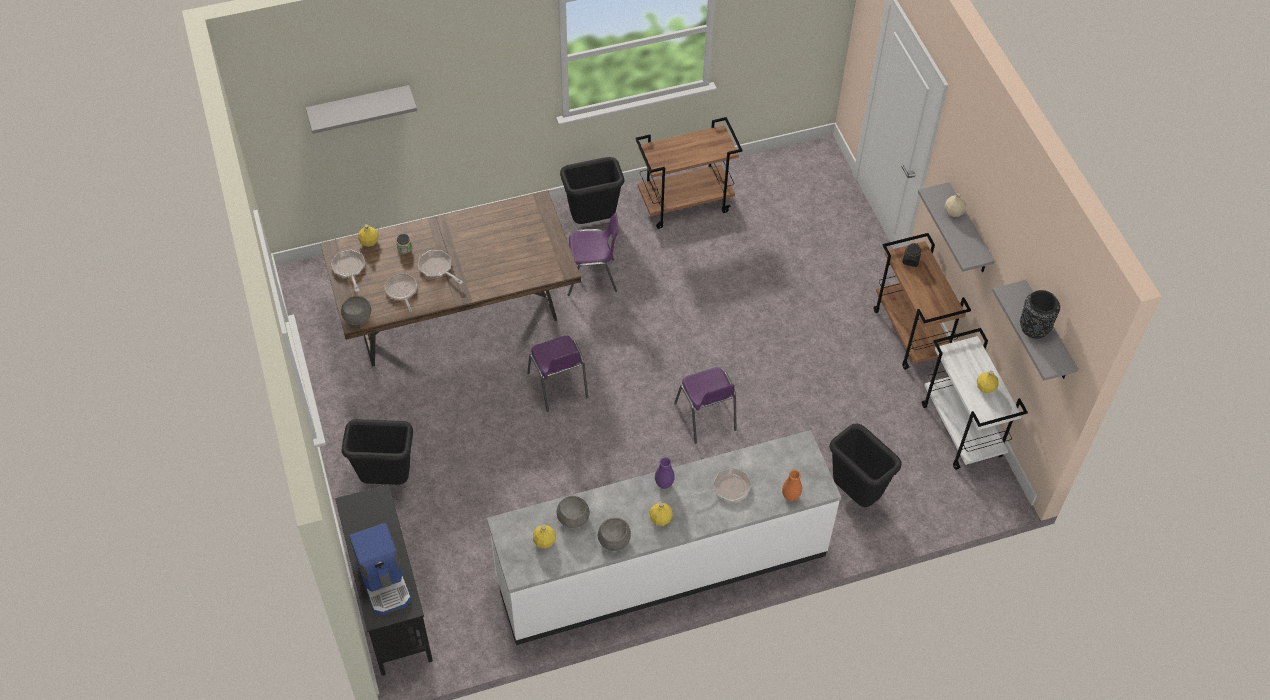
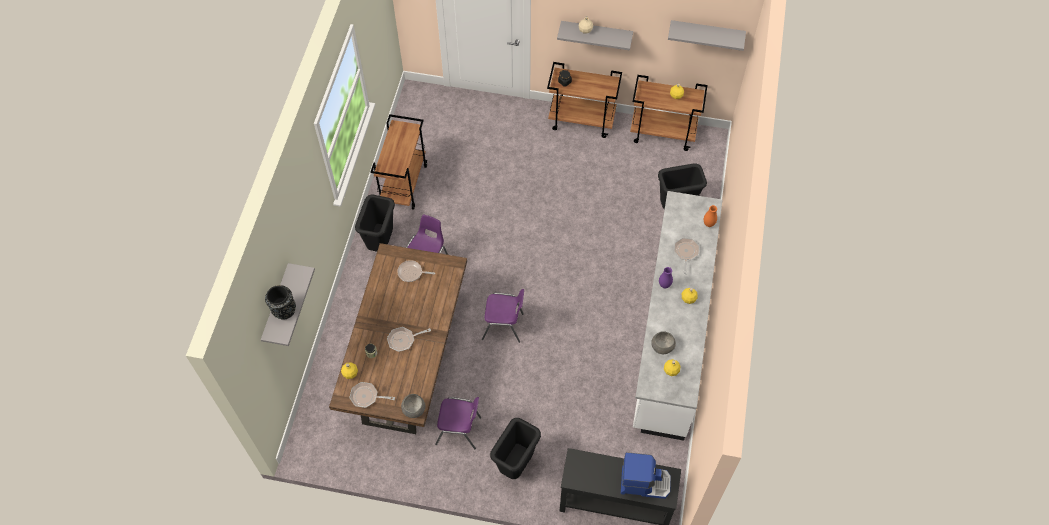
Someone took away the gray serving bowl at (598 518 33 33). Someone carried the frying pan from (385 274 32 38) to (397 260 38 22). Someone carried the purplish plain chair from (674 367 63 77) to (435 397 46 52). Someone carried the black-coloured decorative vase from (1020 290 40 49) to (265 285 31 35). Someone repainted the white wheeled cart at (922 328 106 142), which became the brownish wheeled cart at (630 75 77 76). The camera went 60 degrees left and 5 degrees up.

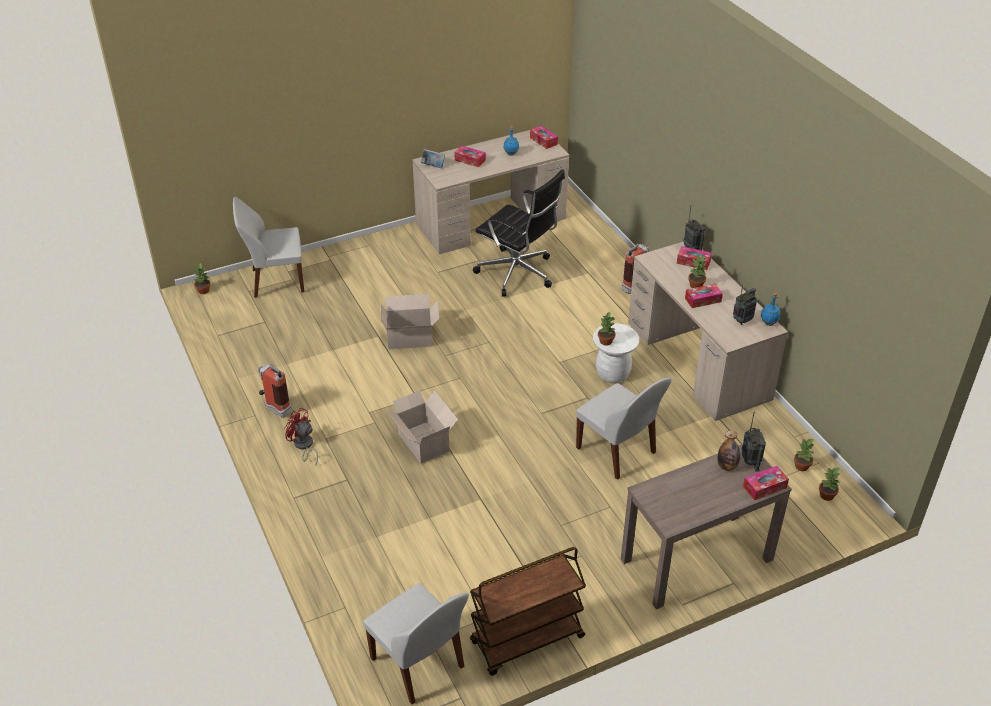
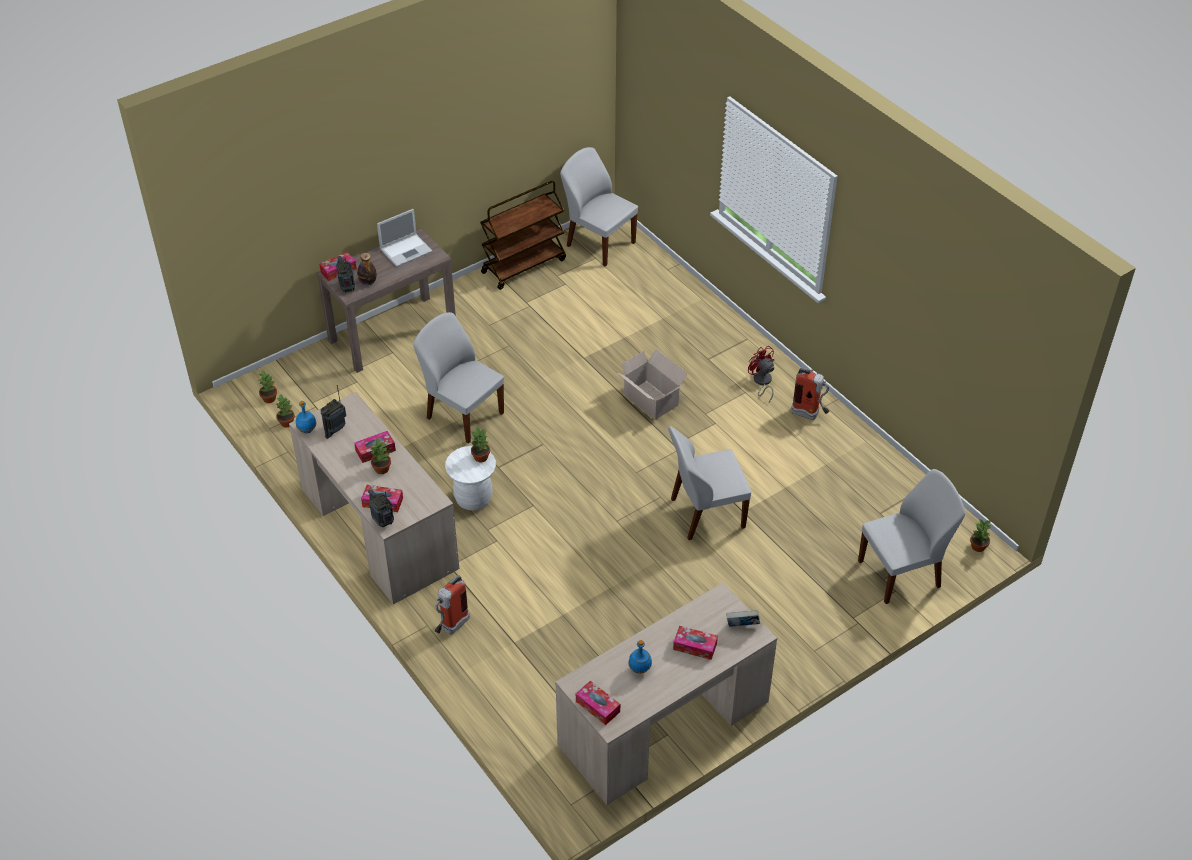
Someone took away the black-coloured office chair at (473 169 92 128). Someone put down the laptop at (377 209 56 58). Someone swapped the carton at (381 294 58 55) for the white plain chair at (668 426 83 114). Someone rotated the reddish cooling fan at (284 407 34 59) by 150 degrees counterclockwise. The camera went 170 degrees right and 5 degrees up.

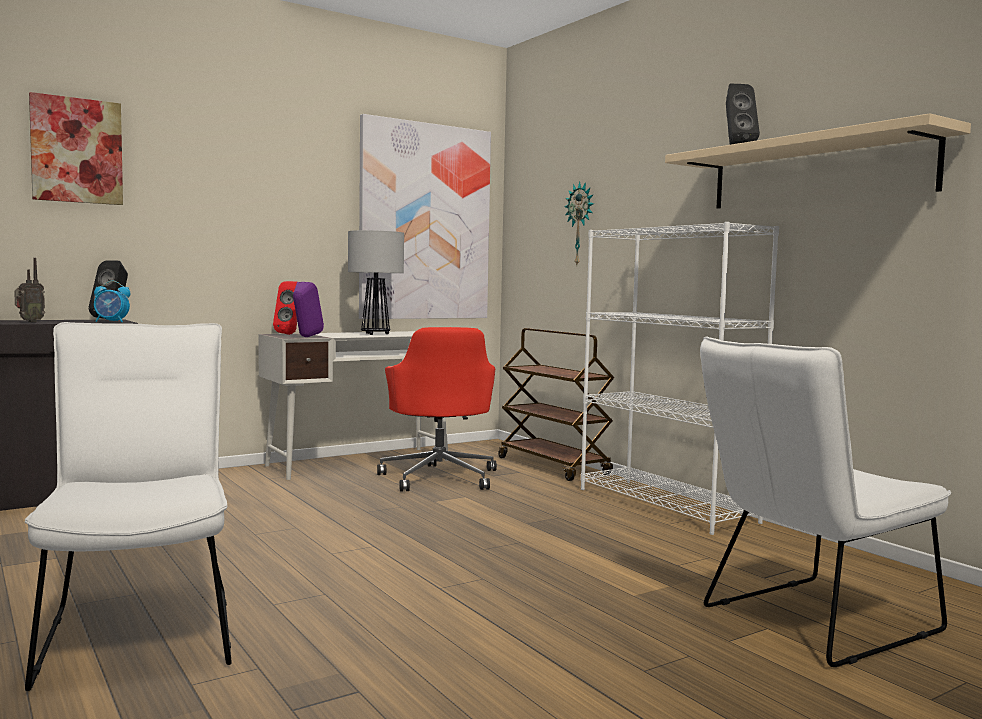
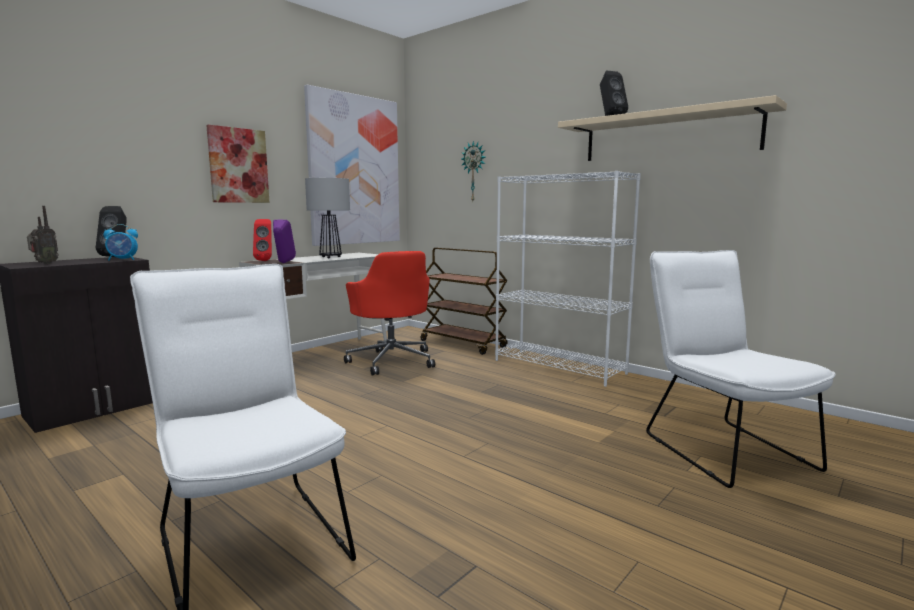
Someone carried the wall art from (29 92 94 113) to (206 125 64 78). Someone rotated the white plain chair at (700 336 251 331) by 120 degrees clockwise. The camera went 15 degrees left and 5 degrees up.

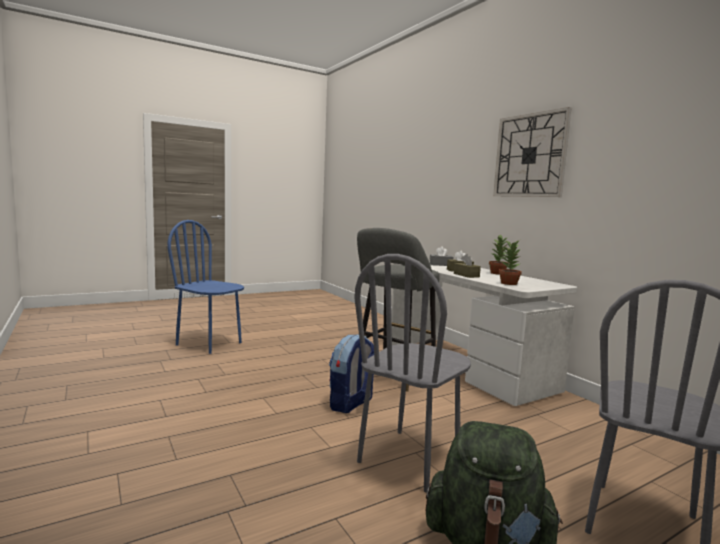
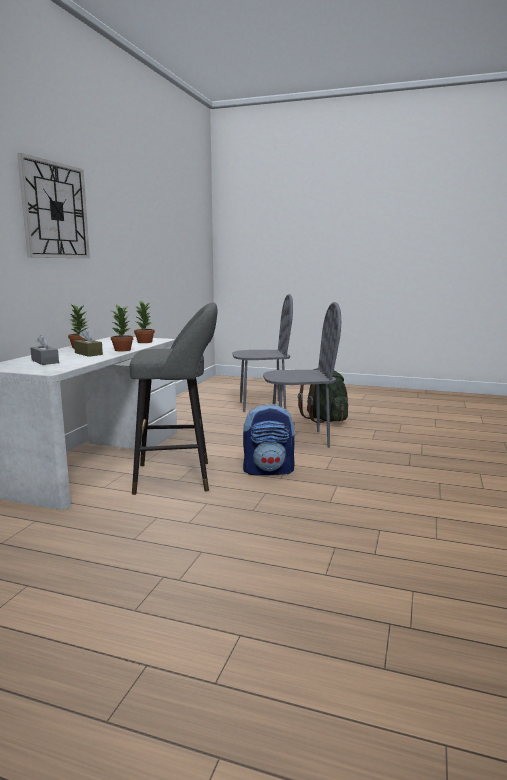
Someone took away the bluish plain chair at (167 220 77 134). Someone swapped the brownish box of tissues at (454 254 27 24) for the houseplant at (110 304 23 47). The camera went 130 degrees left and 5 degrees up.

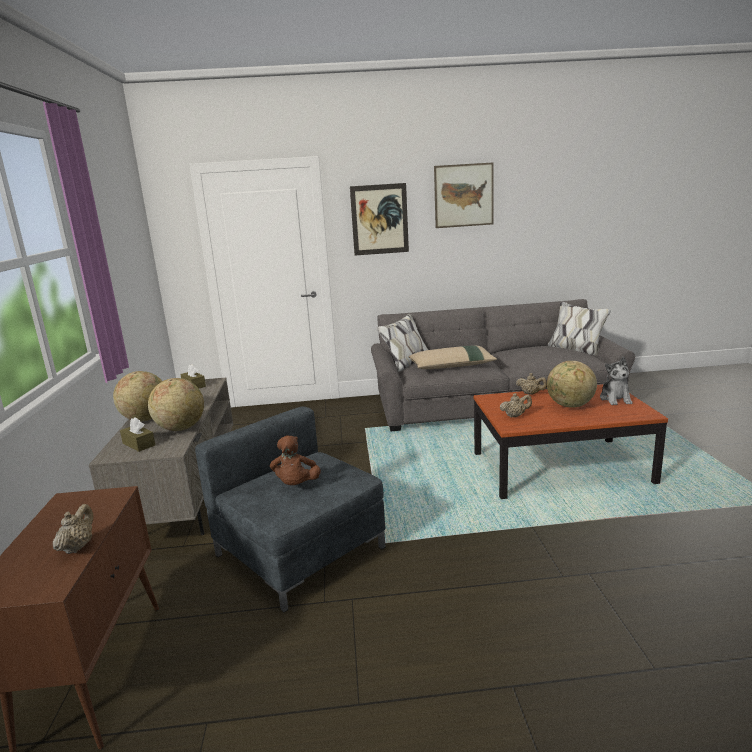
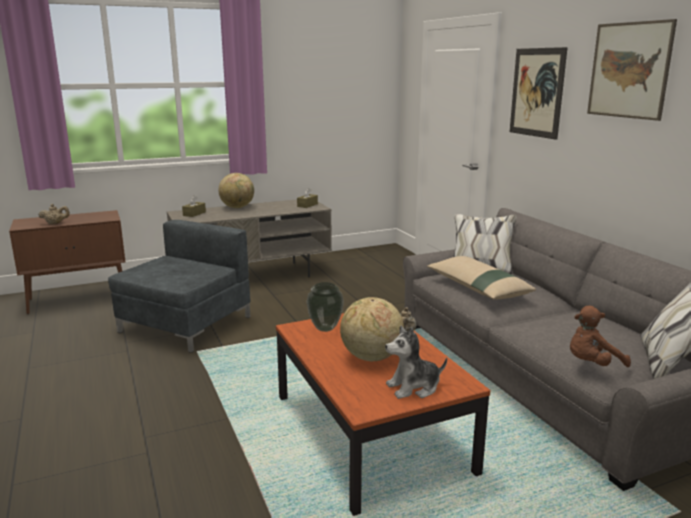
Someone took away the desk globe at (148 378 56 53). Someone carried the brownish cuddly toy from (270 435 51 50) to (570 306 61 61). Someone swapped the sand-coloured pot for tea at (500 393 32 24) for the decorative vase at (307 282 37 50). The camera went 70 degrees right and 0 degrees up.

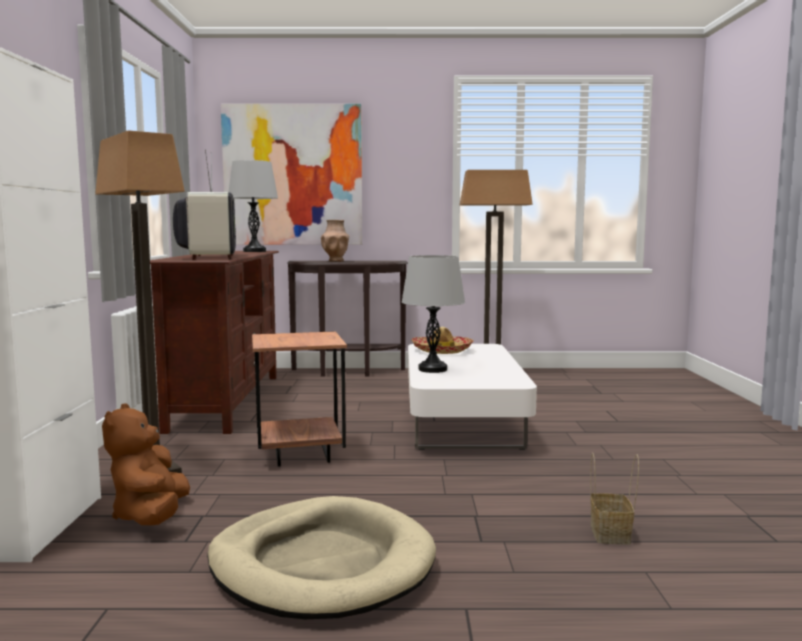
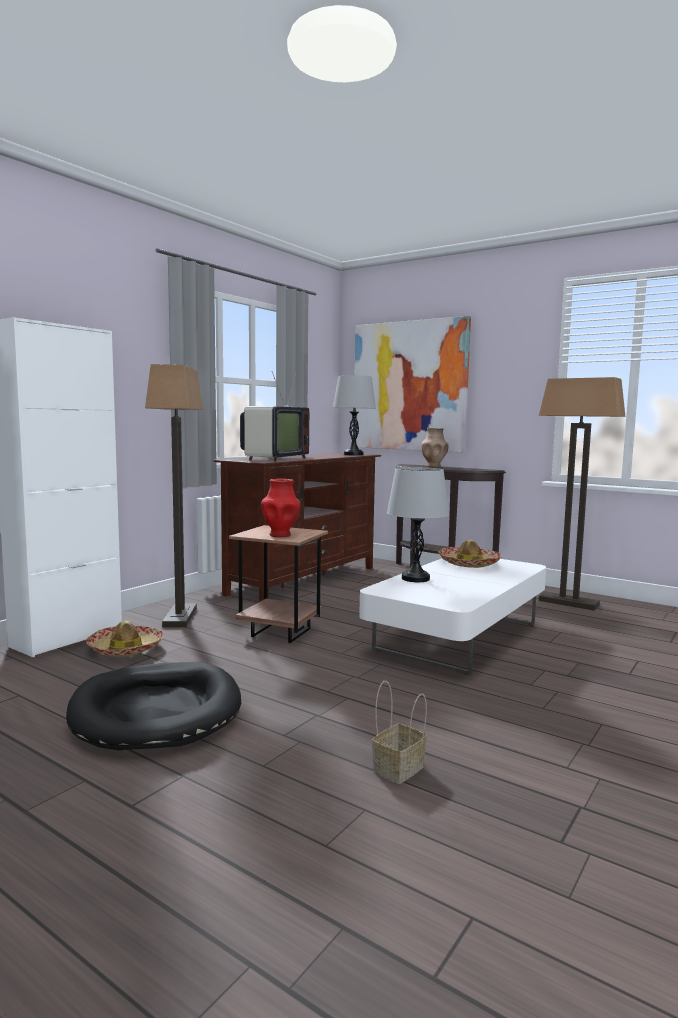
Someone put down the reddish decorative vase at (261 479 39 58). Someone swapped the brownish cuddly toy at (102 403 88 122) for the clothing hat at (86 621 77 36). Someone repainted the sand-coloured dog cushion at (207 496 229 123), which became the black-coloured dog cushion at (66 662 175 89). The camera went 35 degrees right and 0 degrees up.

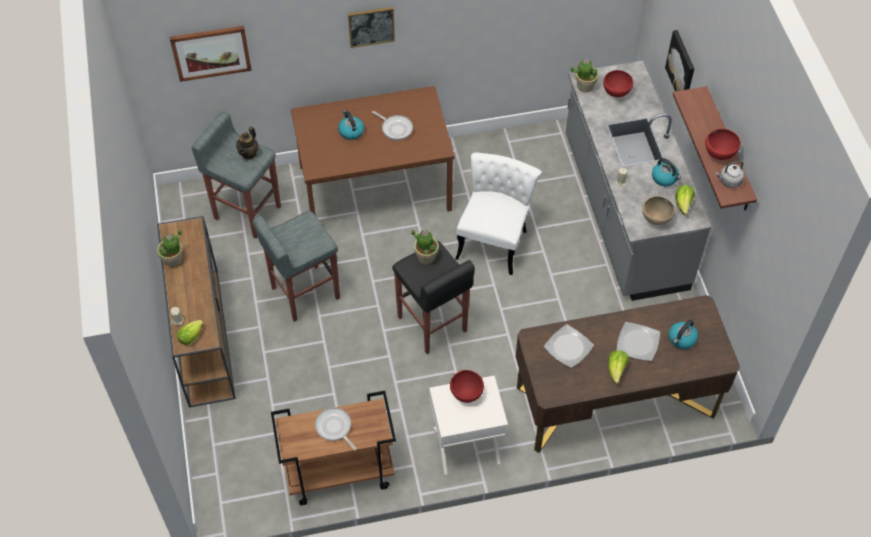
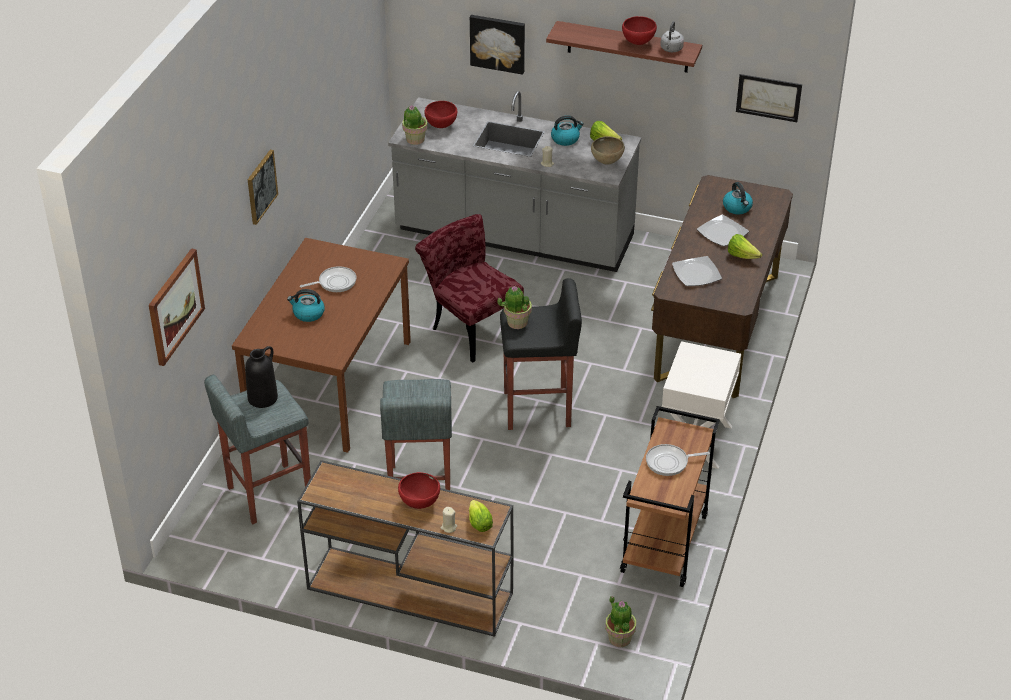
Someone put up the wall art at (736 74 66 48). Someone carried the houseplant from (157 230 26 37) to (605 596 31 51). Someone carried the reddish serving bowl from (450 370 34 33) to (398 472 42 37). Someone swapped the pot for tea at (236 127 23 32) for the black-coloured decorative vase at (245 346 33 62). Someone repainted the white plain chair at (455 152 87 123), which became the reddish plain chair at (415 214 109 149). The camera went 60 degrees left and 15 degrees down.

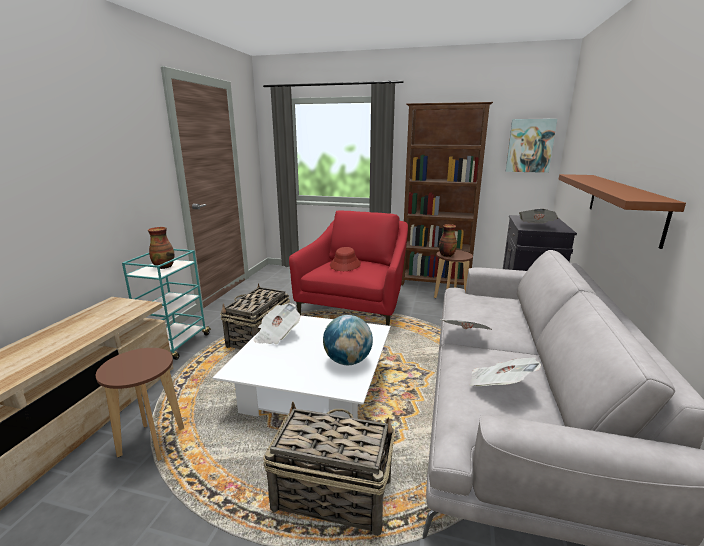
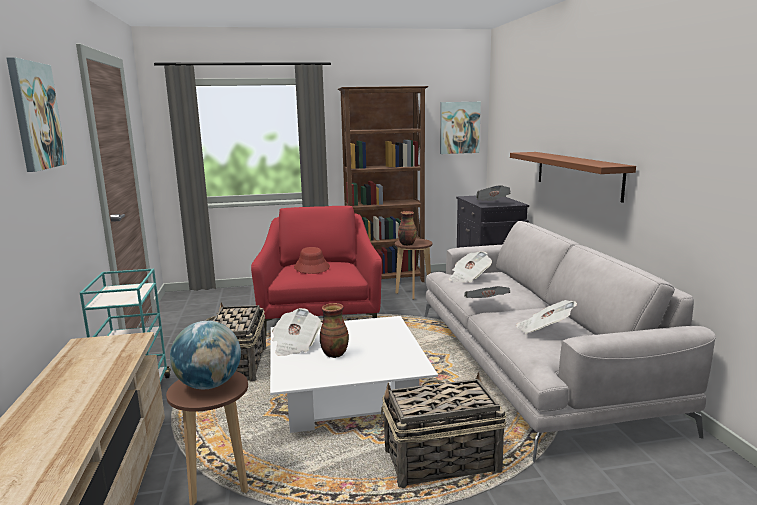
Someone put up the wall art at (6 57 61 115). Someone put down the daily paper at (449 251 43 31). Someone carried the decorative vase from (148 227 26 42) to (320 303 29 55). Someone carried the desk globe from (323 315 50 50) to (170 321 71 68). The camera went 25 degrees left and 5 degrees down.

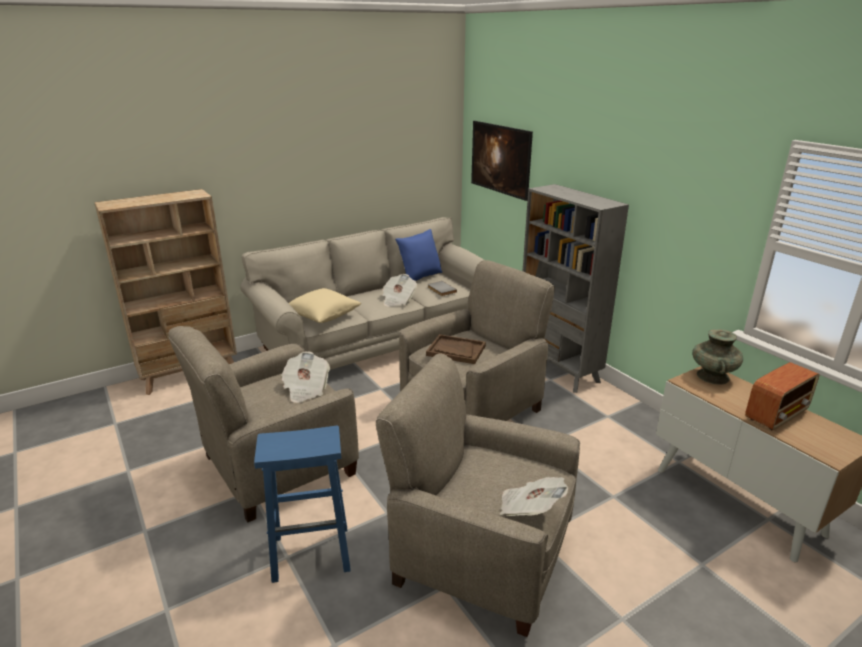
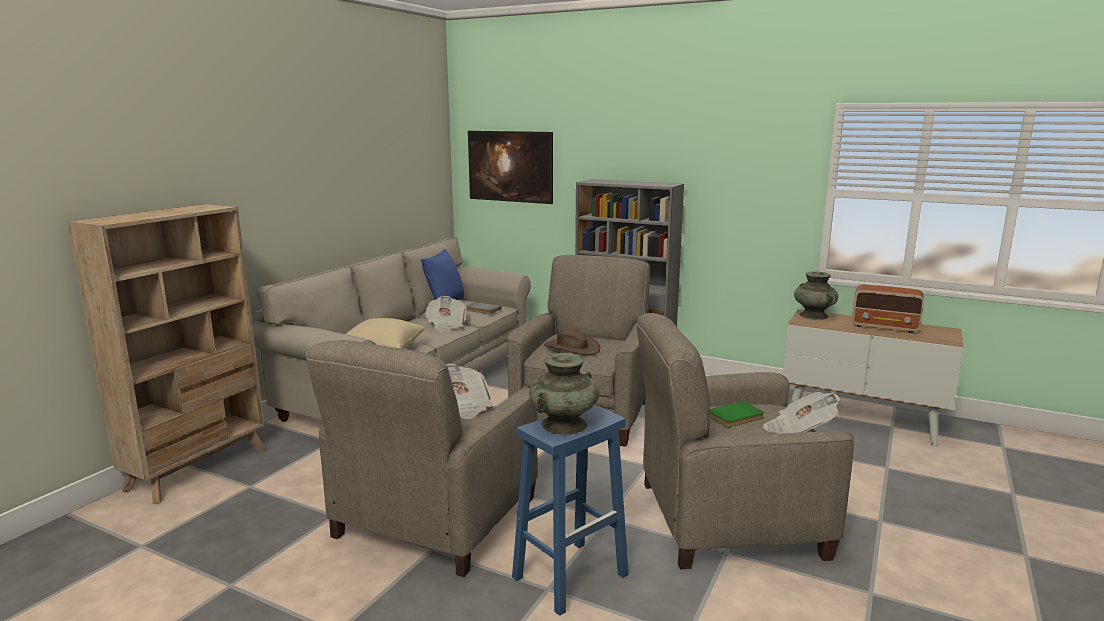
Someone put down the turquoise decorative vase at (529 353 70 82). Someone put down the green-coloured volume at (710 401 54 26). Someone swapped the brownish tray at (426 334 60 30) for the brownish clothing hat at (544 328 57 27). Someone rotated the radio at (745 362 74 68) by 90 degrees clockwise. The camera went 30 degrees left and 10 degrees down.

